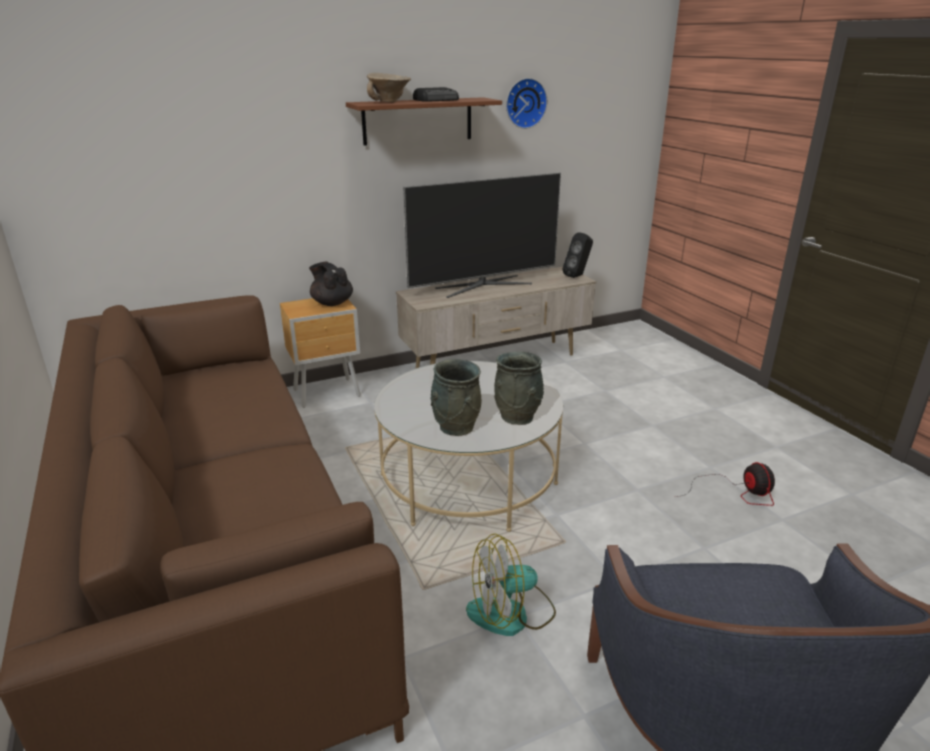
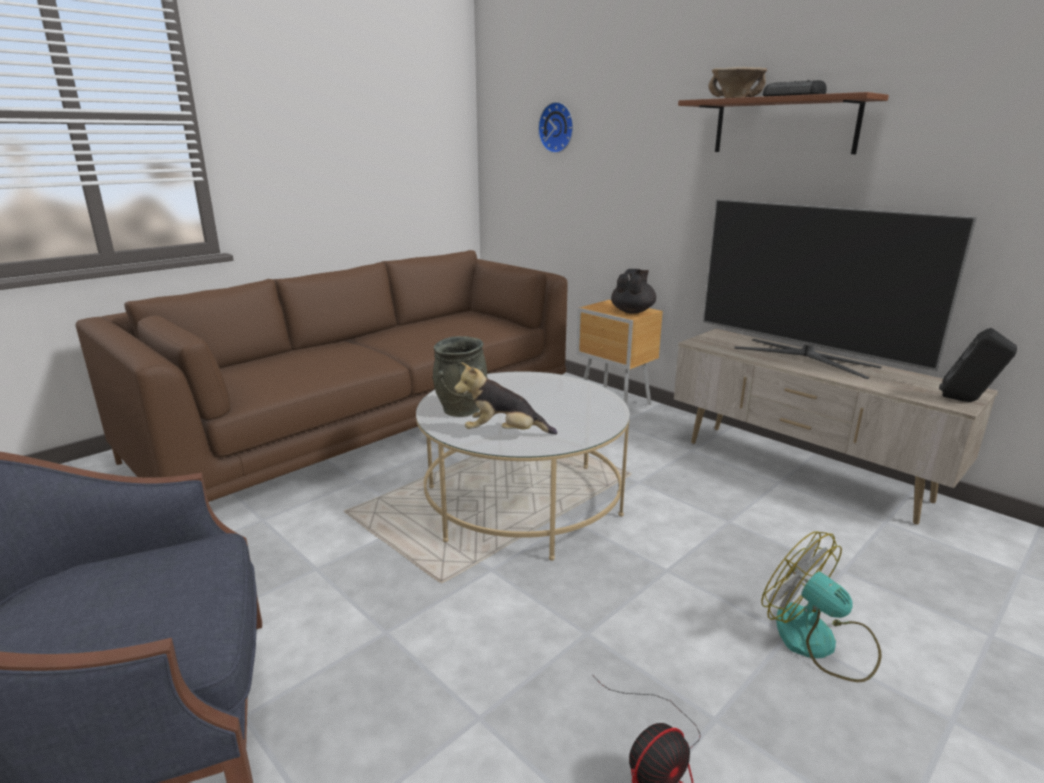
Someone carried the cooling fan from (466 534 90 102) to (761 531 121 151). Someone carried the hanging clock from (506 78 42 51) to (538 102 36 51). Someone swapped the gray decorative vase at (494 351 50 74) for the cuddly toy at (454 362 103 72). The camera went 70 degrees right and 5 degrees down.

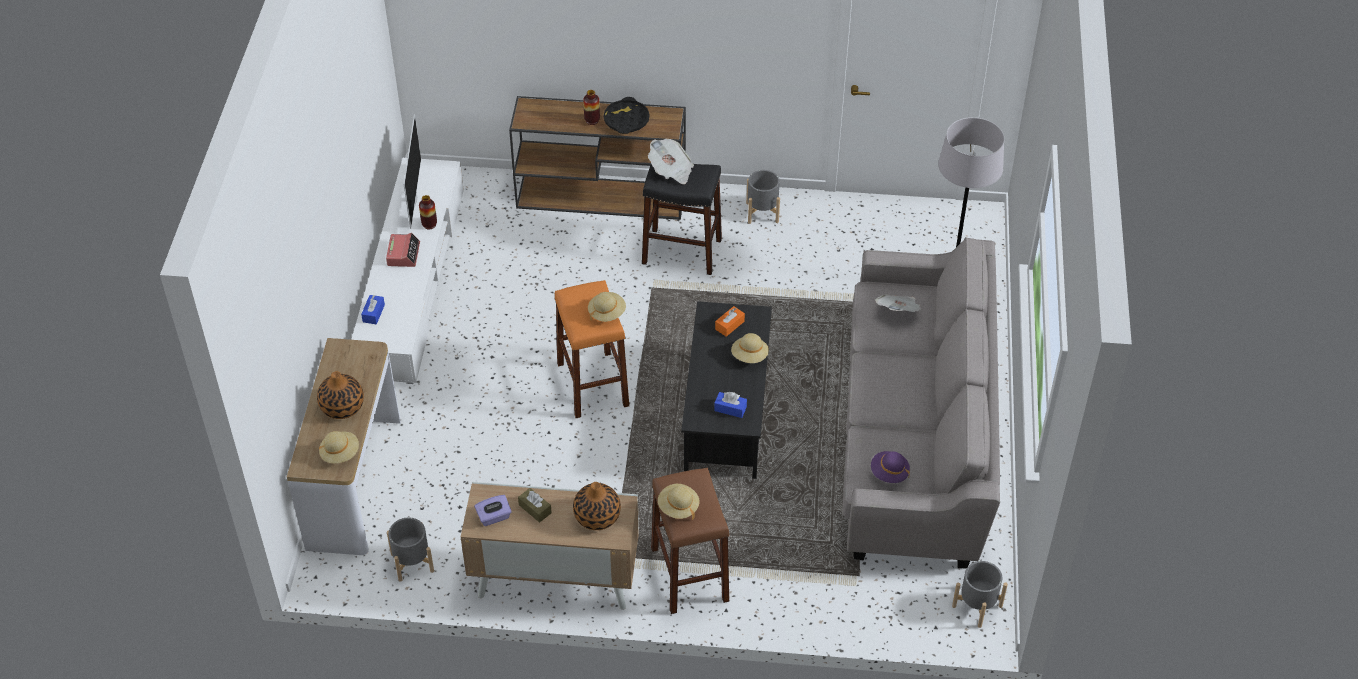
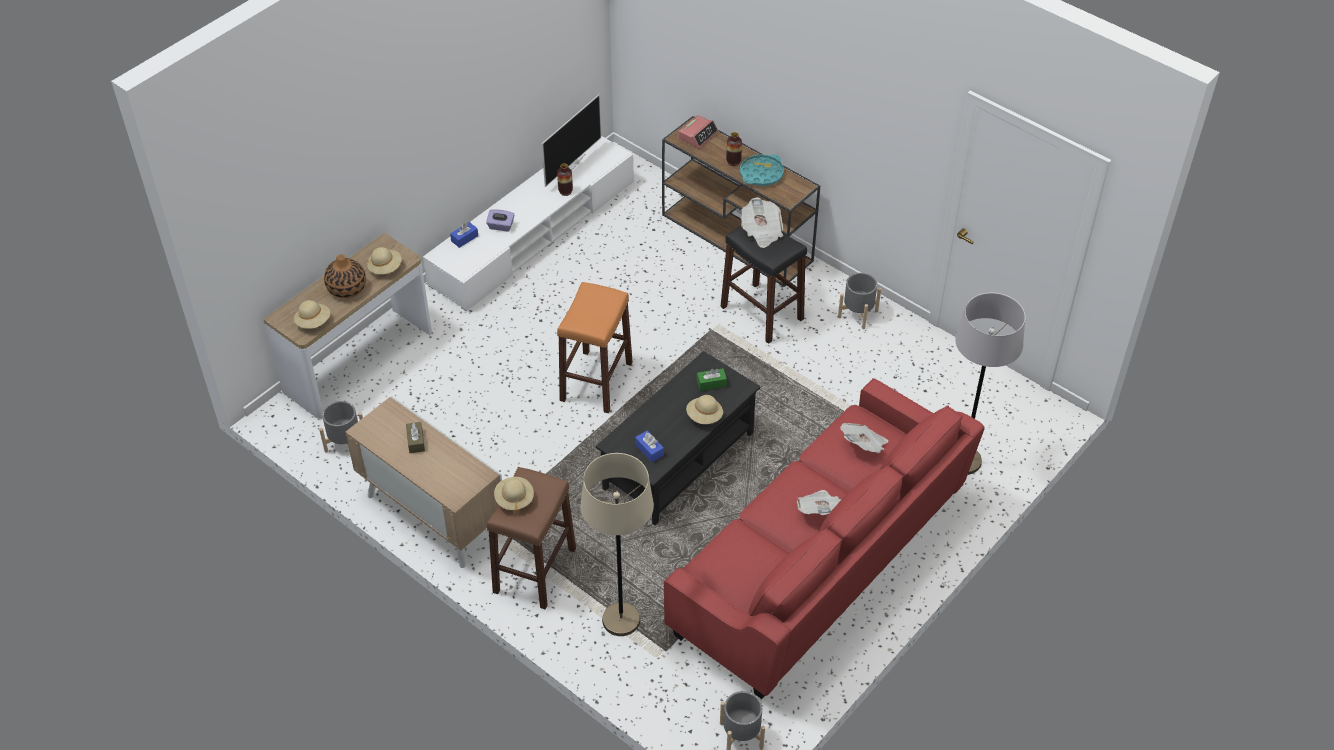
Someone took away the decorative vase at (573 482 48 48). Someone took away the purplish clothing hat at (871 451 39 32). Someone put down the sand-coloured standing lamp at (581 453 73 183). Someone put down the daily paper at (797 490 44 25). Someone carried the table clock from (386 233 34 34) to (679 115 39 34). Someone carried the purplish box of tissues from (474 495 38 31) to (486 209 28 22). Someone carried the sand-coloured clothing hat from (588 292 38 30) to (367 247 35 27). Someone repainted the black-coloured tray at (604 97 45 37), which became the turquoise tray at (740 154 44 32). Someone repainted the orangey box of tissues at (715 306 30 31), which became the green-coloured box of tissues at (697 368 30 23). Someone repainted the gray settee at (842 237 158 332), which became the reddish settee at (664 378 321 321). The camera went 35 degrees right and 0 degrees up.

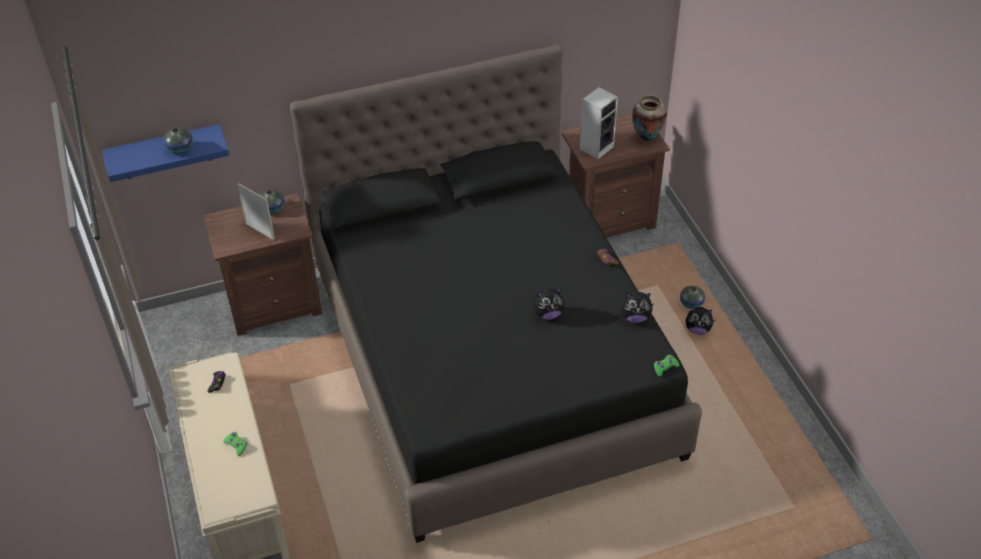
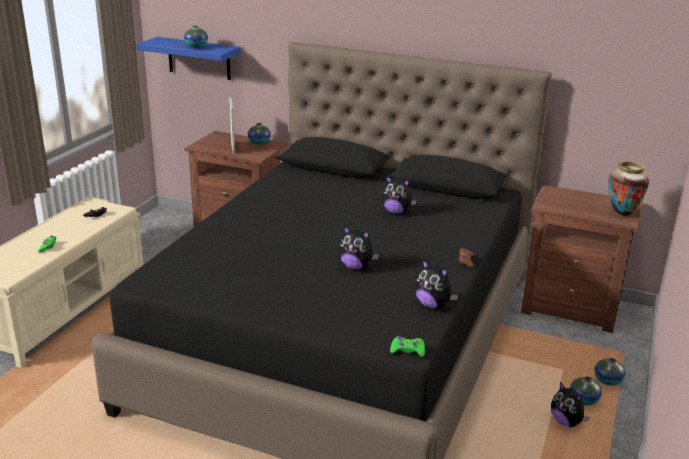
Someone took away the speaker at (580 87 38 72). Someone put down the cuddly toy at (382 176 35 38). Someone put down the decorative vase at (594 358 32 28). The camera went 40 degrees right and 20 degrees down.

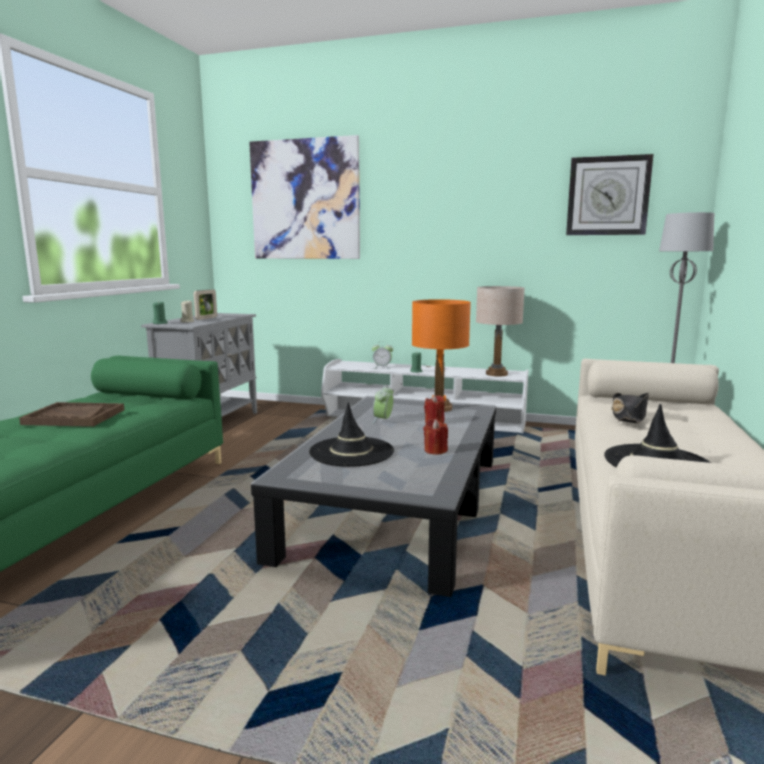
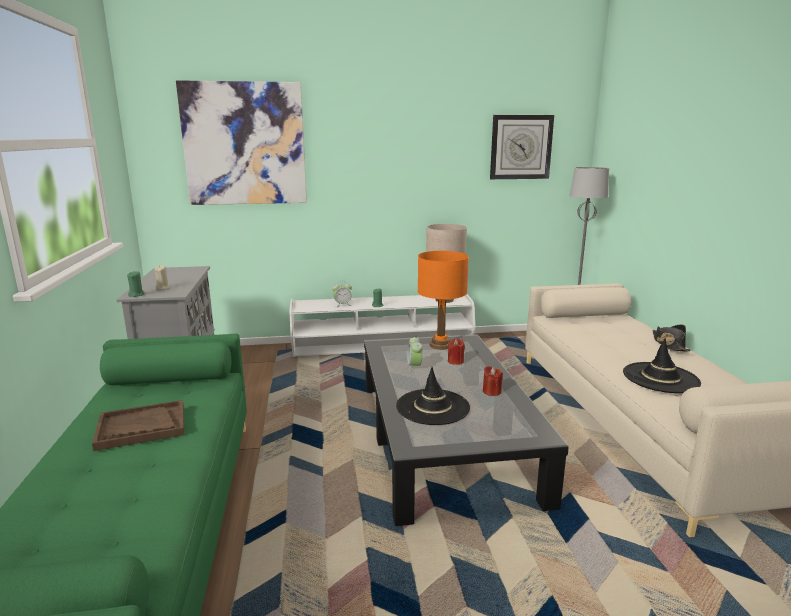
Someone took away the photo frame at (193 289 24 31). Someone carried the black-coloured clothing hat from (611 393 38 30) to (653 325 38 27). The camera went 25 degrees left and 5 degrees up.

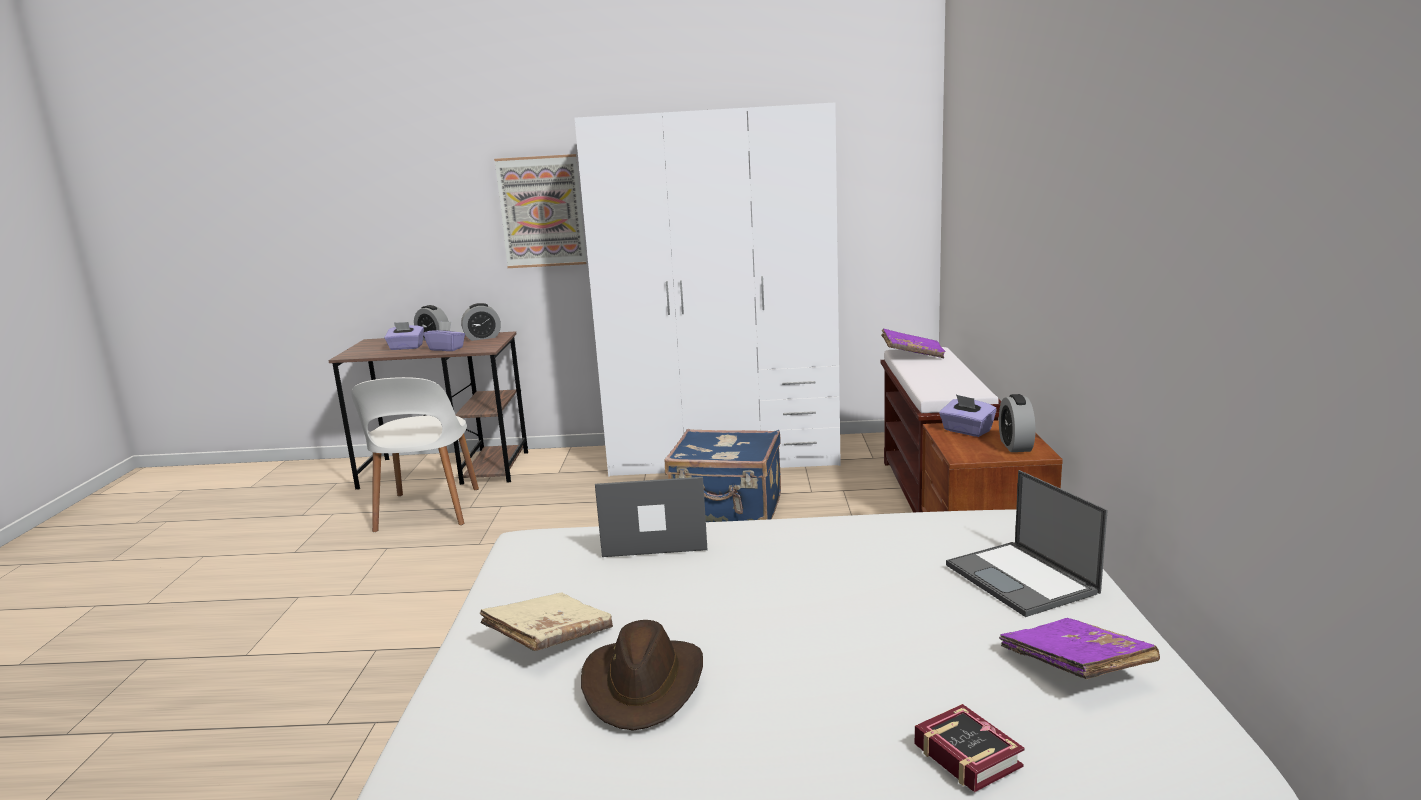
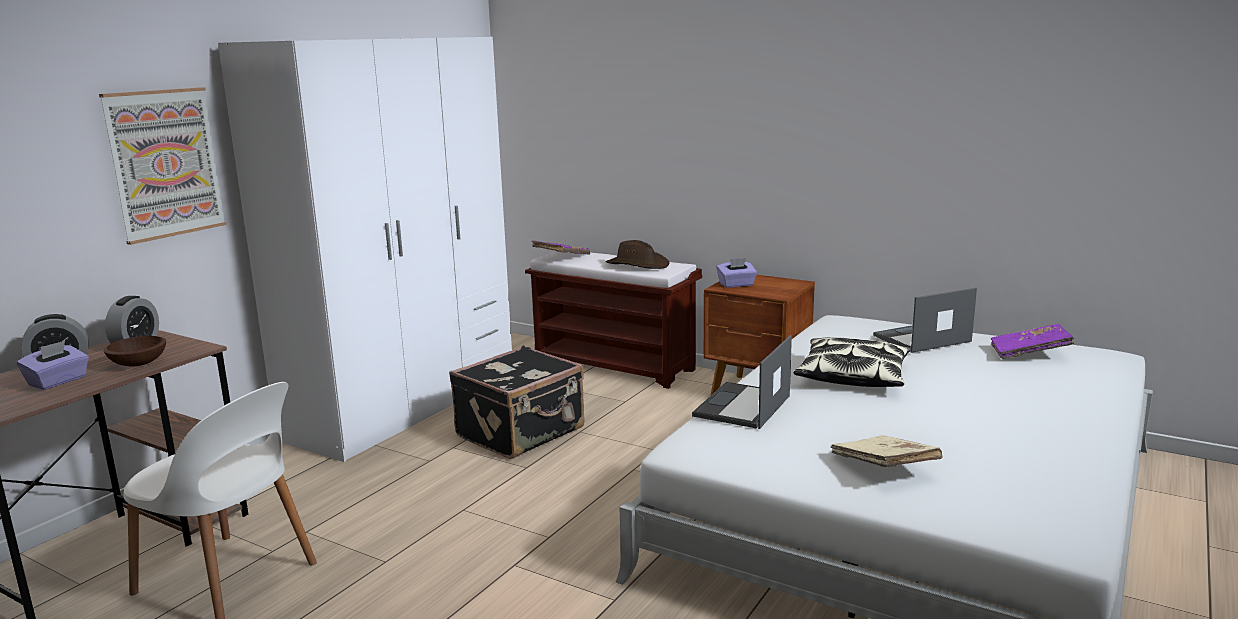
Someone took away the volume at (915 704 110 88). Someone took away the table clock at (999 394 36 58). Someone put down the cushion at (794 337 116 50). Someone carried the brownish clothing hat from (581 620 122 111) to (606 240 64 29). Someone swapped the purplish box of tissues at (423 321 42 30) for the brownish serving bowl at (104 336 62 31). Someone repainted the bluish travel case at (665 429 116 93), which became the black-coloured travel case at (449 346 136 113). Someone rotated the laptop at (946 470 162 147) by 150 degrees clockwise. The camera went 60 degrees left and 0 degrees up.

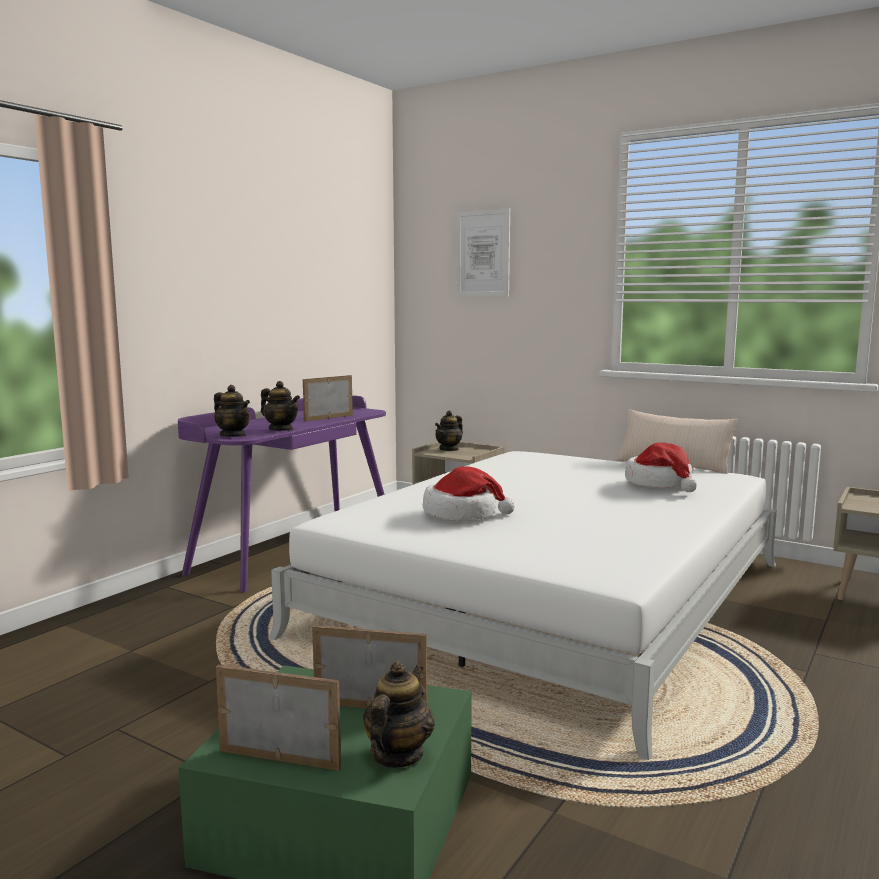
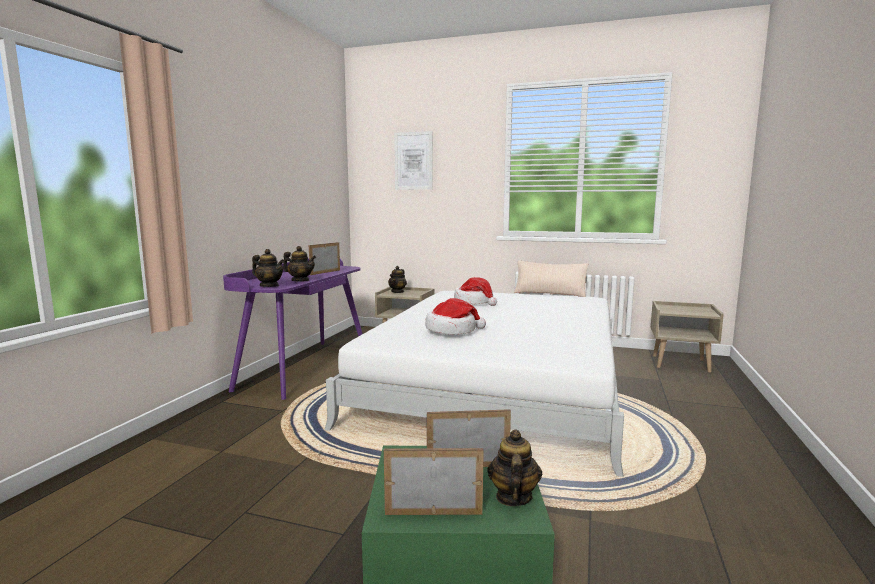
Someone carried the clothing hat from (625 442 72 50) to (454 277 43 29). The camera went 15 degrees left and 0 degrees up.

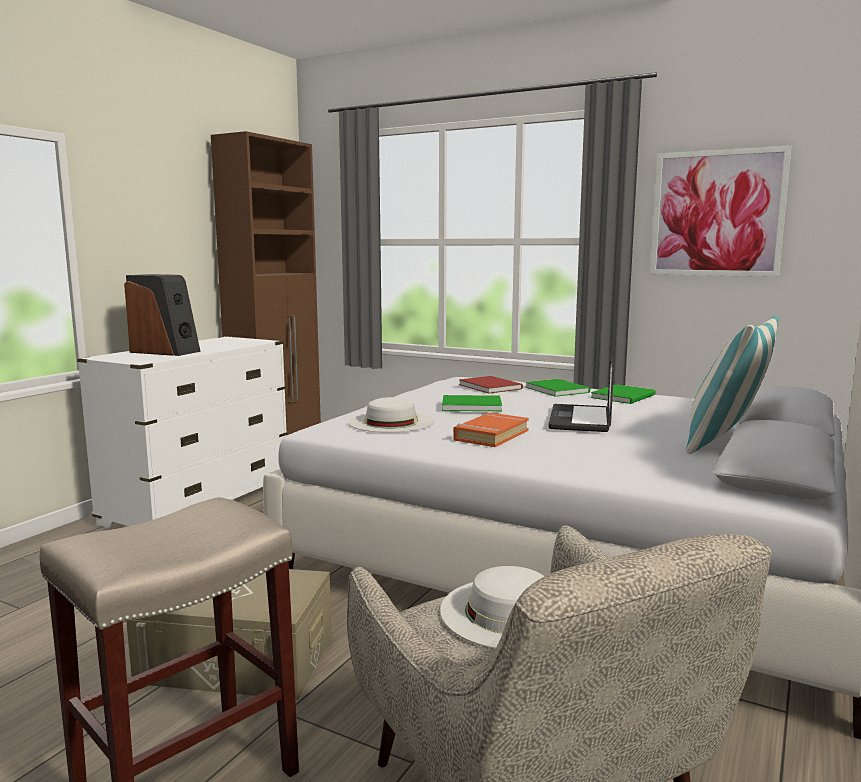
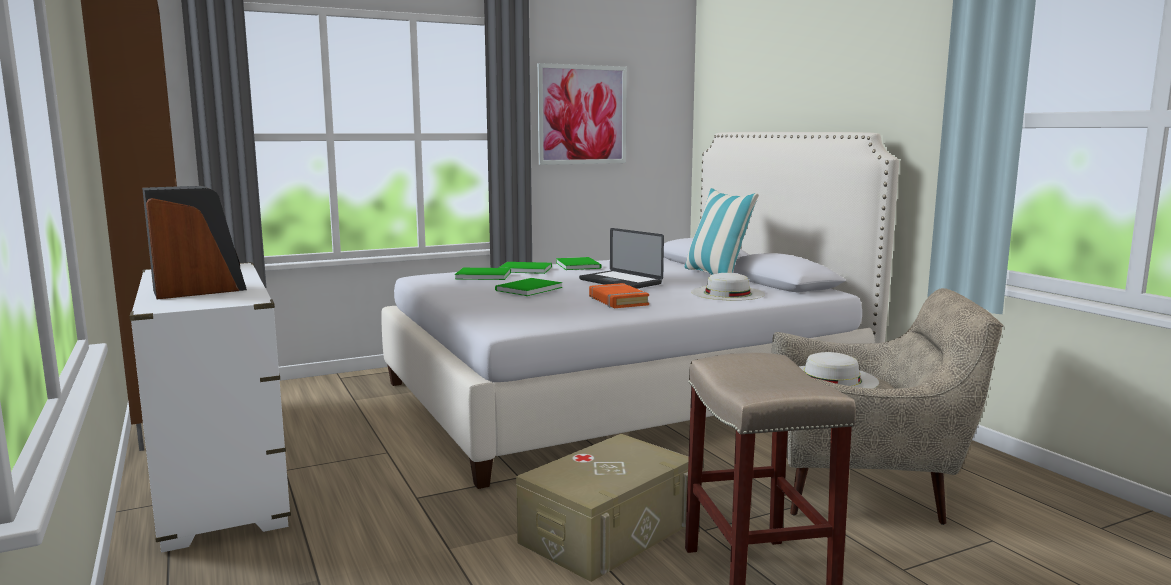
Someone carried the white clothing hat from (348 397 86 36) to (691 273 74 28). Someone repainted the reddish volume at (459 376 64 18), which became the green-coloured volume at (455 268 56 12). The camera went 55 degrees left and 0 degrees up.

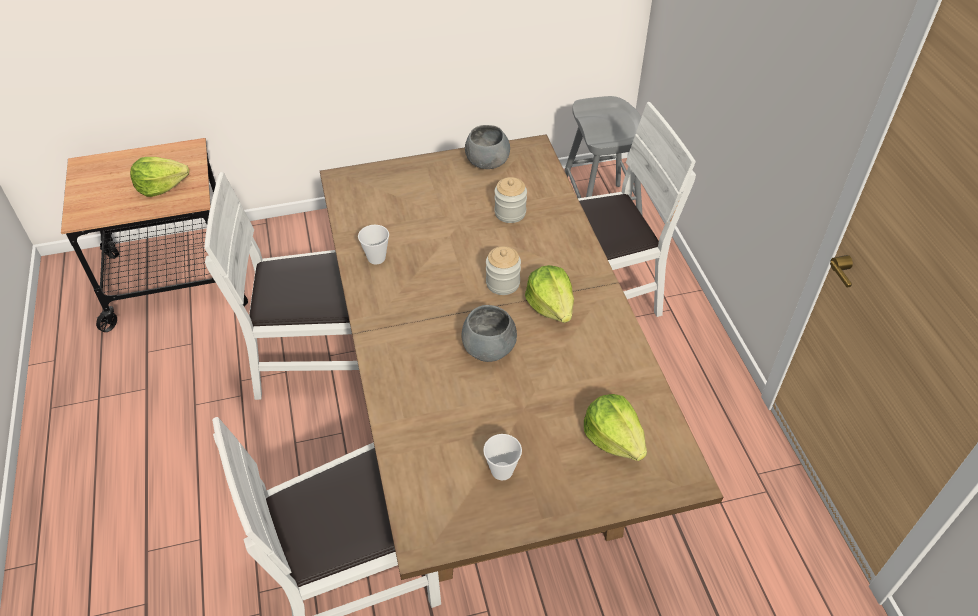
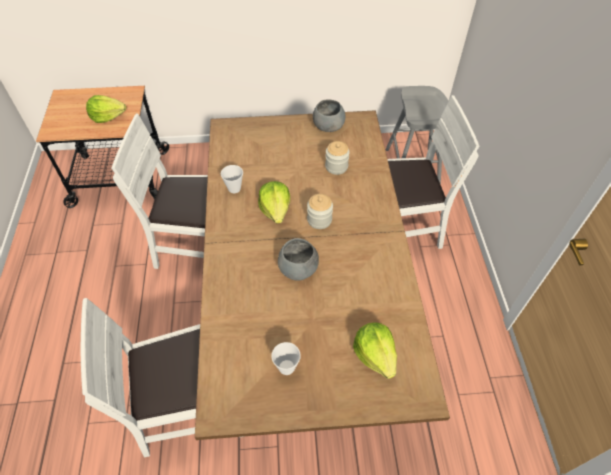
Someone carried the lettuce from (525 265 49 58) to (258 181 32 43). The camera went 10 degrees right and 5 degrees up.

